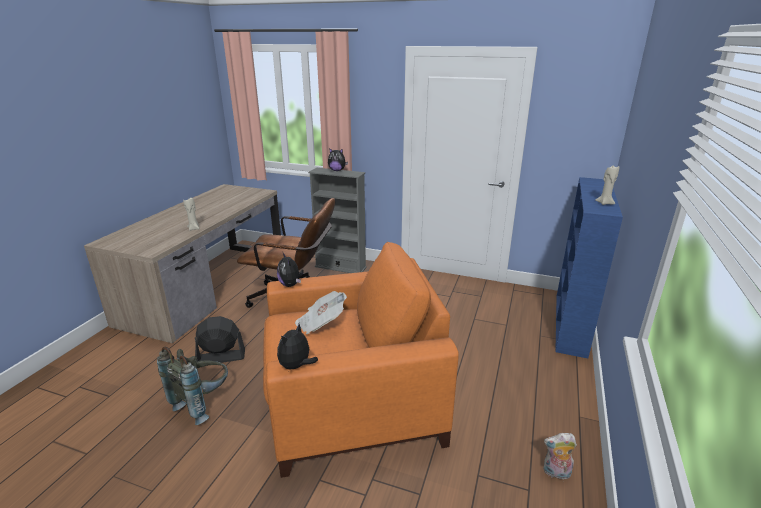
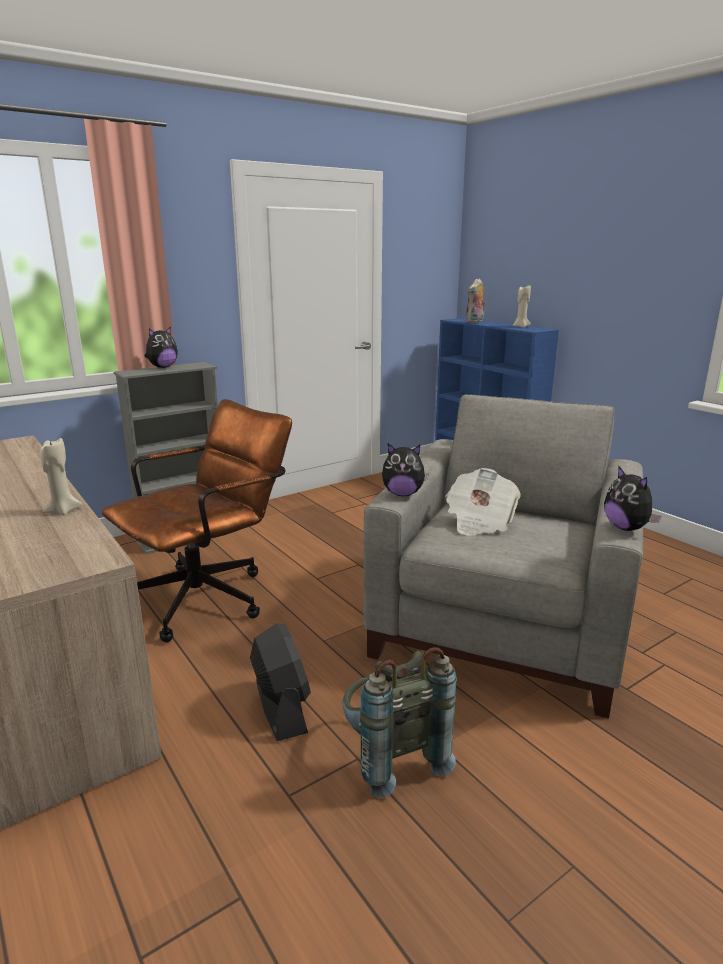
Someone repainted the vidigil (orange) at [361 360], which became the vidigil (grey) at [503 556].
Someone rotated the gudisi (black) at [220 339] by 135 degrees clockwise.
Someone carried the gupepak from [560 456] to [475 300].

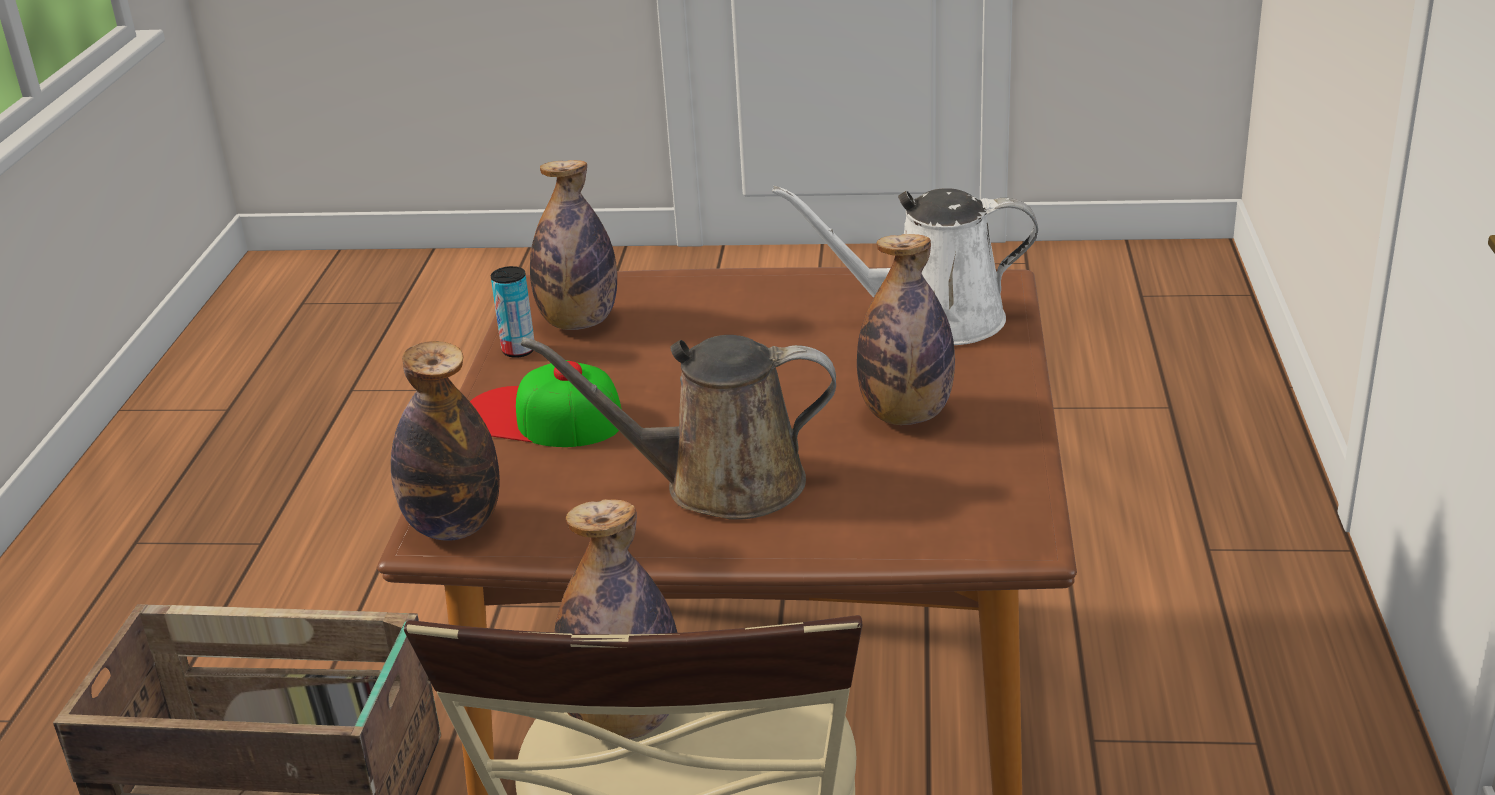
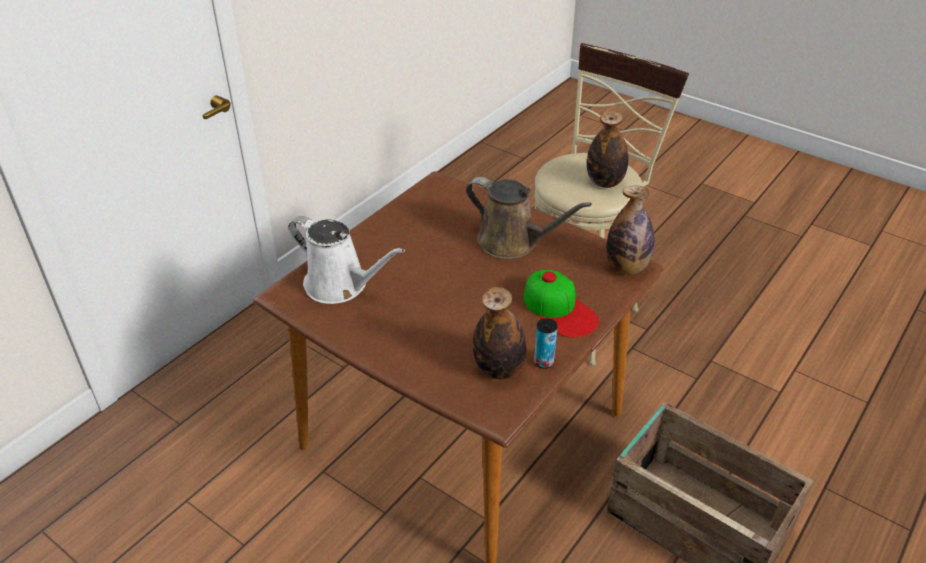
Someone took away the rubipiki at [906 329].

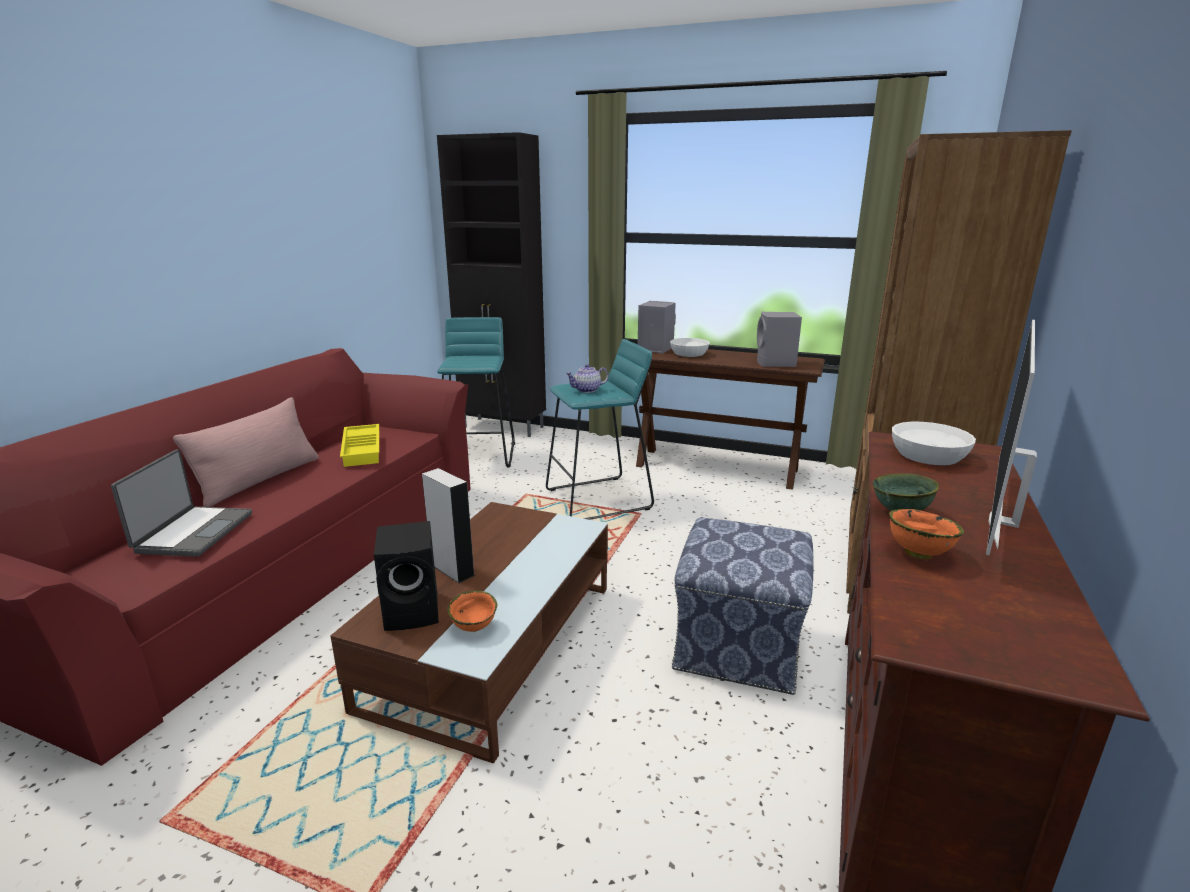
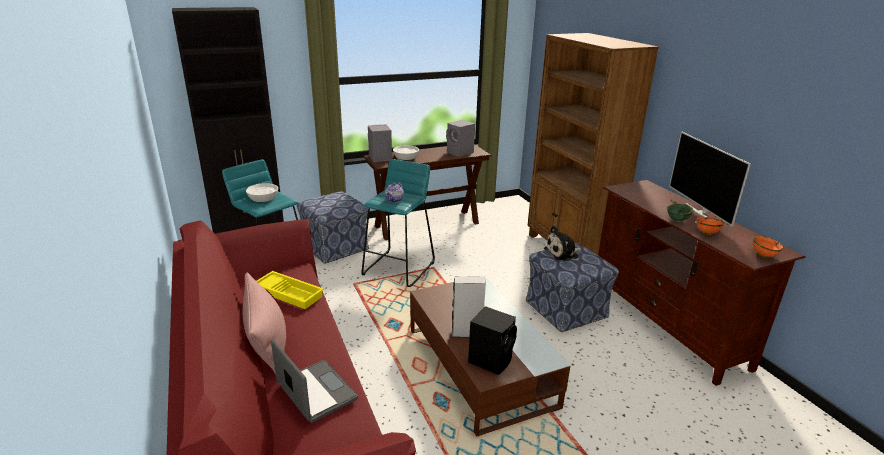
Someone carried the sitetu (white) from [934 443] to [262 192].
Someone carried the sitetu (orange) from [472 611] to [768 247].
Someone put down the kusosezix at [333 227].
Someone put down the gupepak at [563 243].

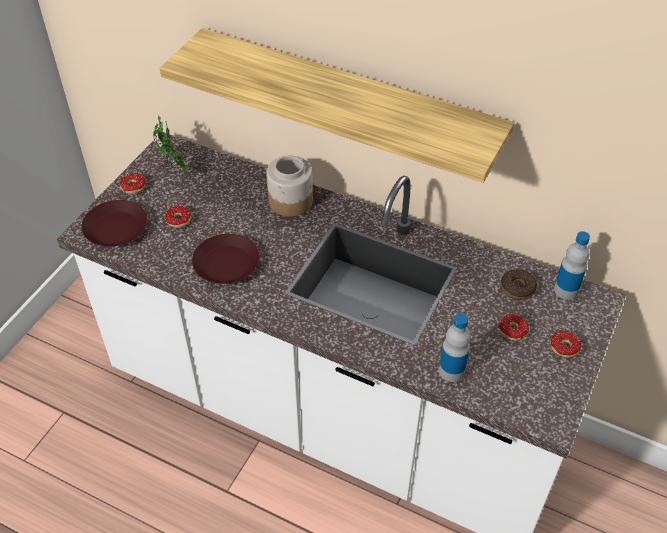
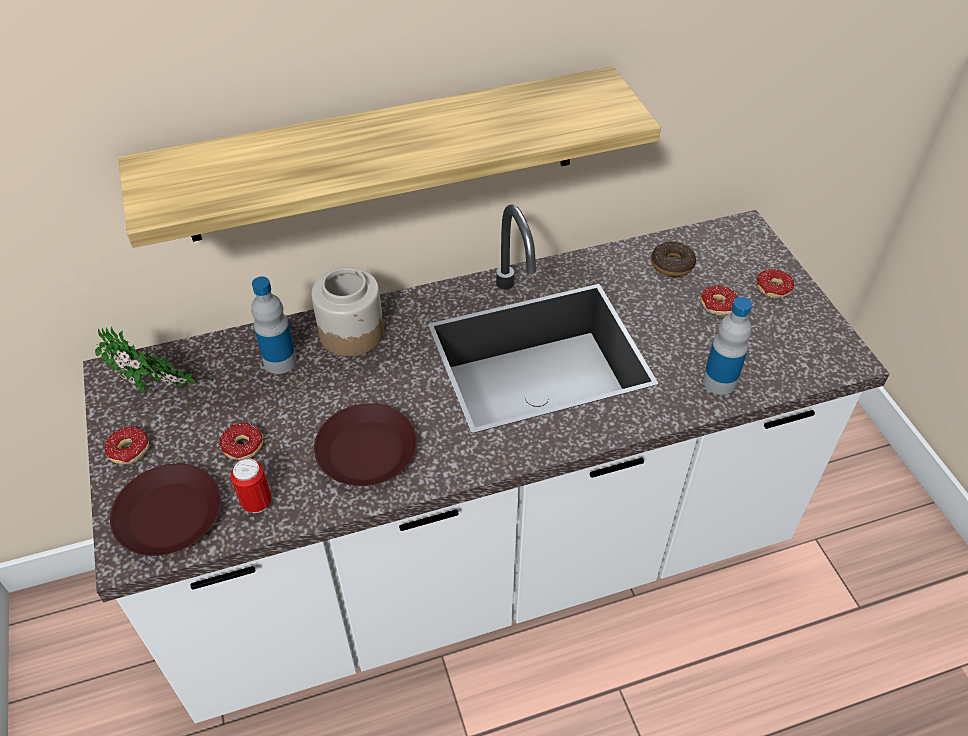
Someone carried the rubipiki from [572 265] to [274 325].
Someone put down the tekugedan at [251 485].

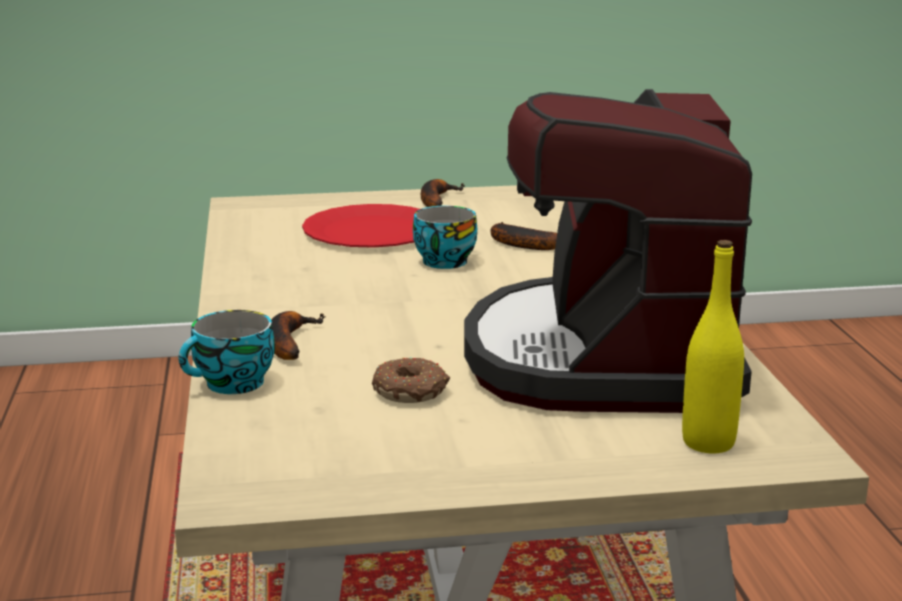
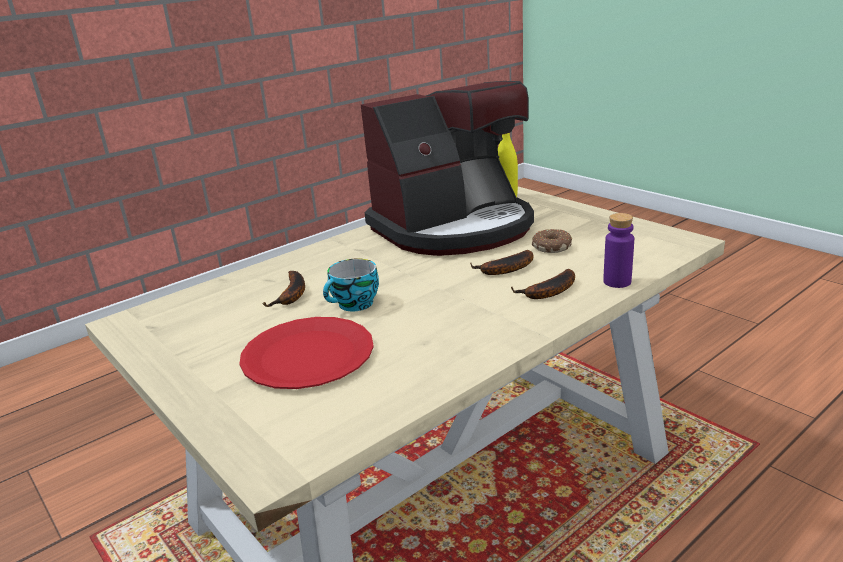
Someone carried the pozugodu from [443 193] to [502 262].
Someone swapped the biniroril at [226 352] for the rubipiki (purple) at [618 250].

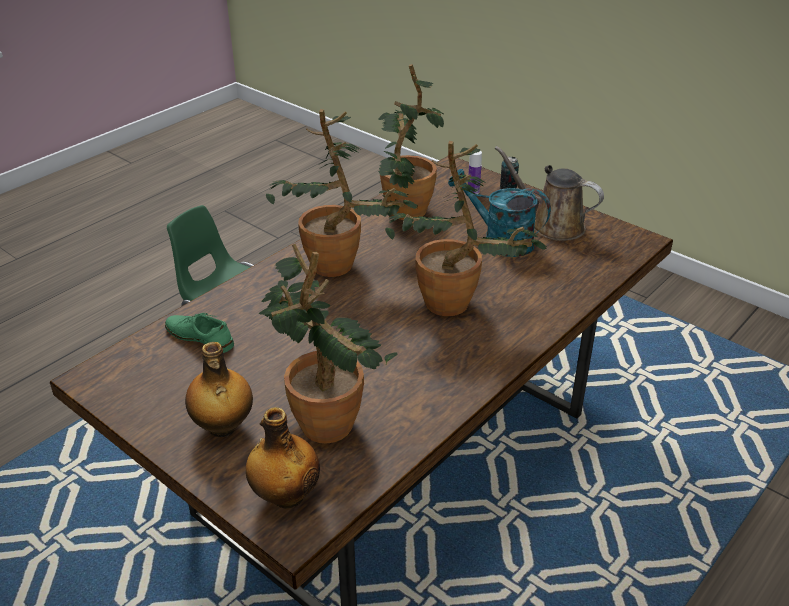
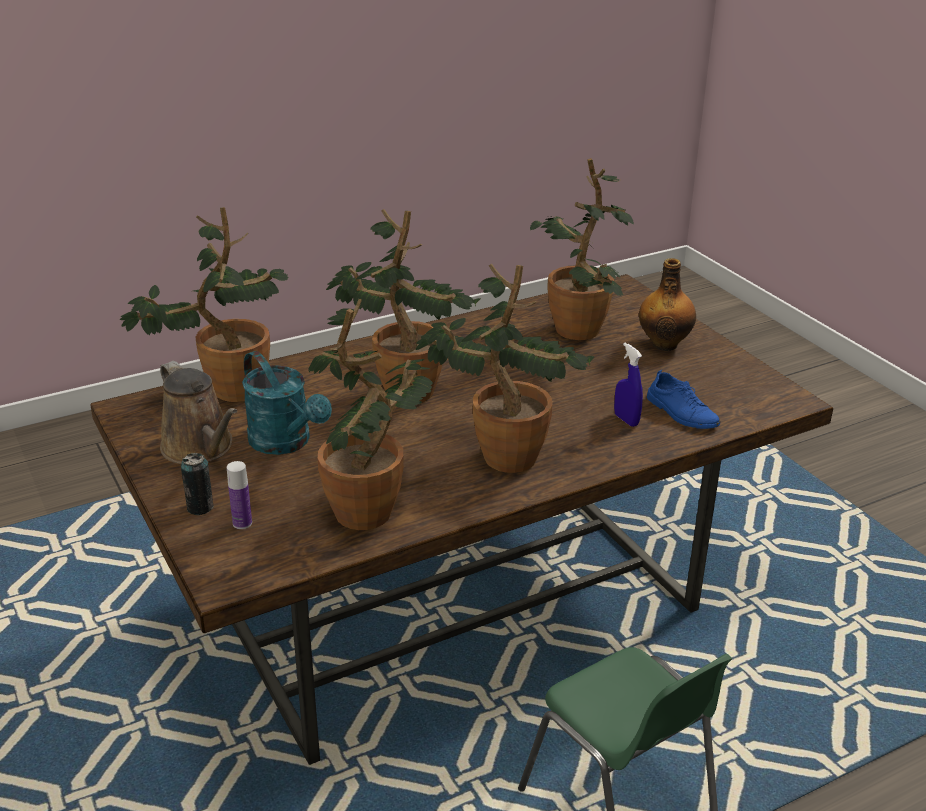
Someone repainted the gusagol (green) at [199 333], which became the gusagol (blue) at [683 399].
Someone took away the rubipiki at [283 458].
Someone put down the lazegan at [204 304].
Someone put down the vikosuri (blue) at [628 385].

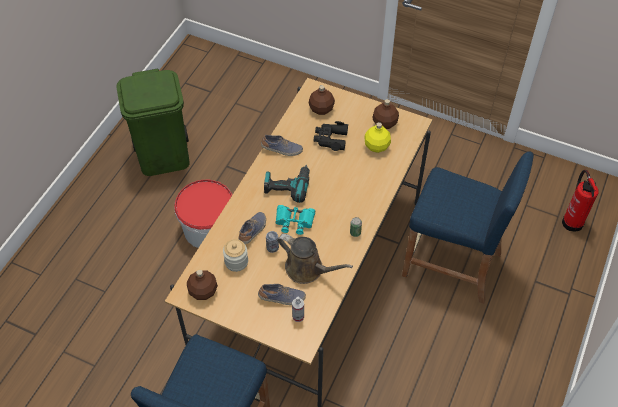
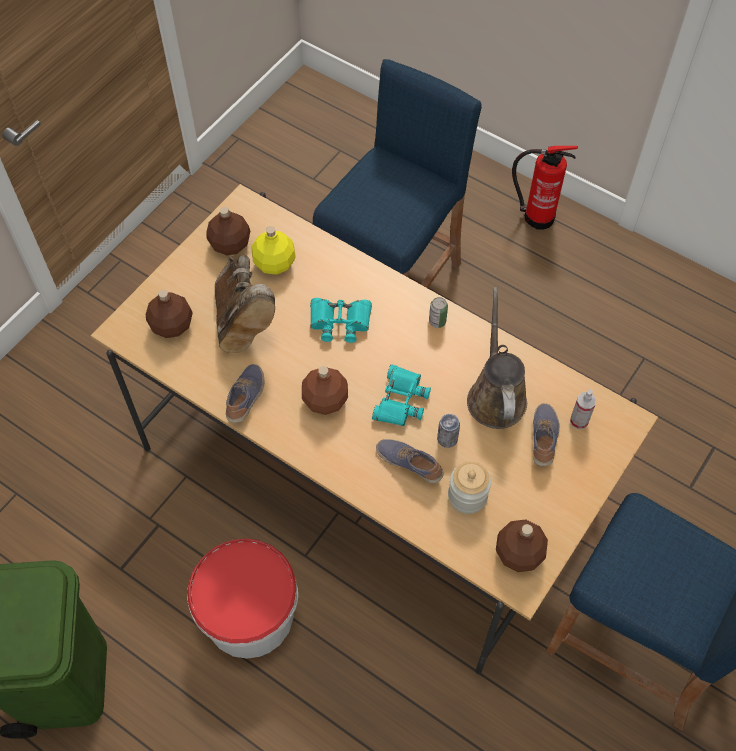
Someone swapped the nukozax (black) at [331 136] for the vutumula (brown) at [245 304].
Someone swapped the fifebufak at [287 184] for the rubipiki (brown) at [325 390].
Someone carried the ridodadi from [580 201] to [545 188].
Someone rotated the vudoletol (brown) at [315 259] by 45 degrees counterclockwise.
Someone put down the nukozax (turquoise) at [341 320].

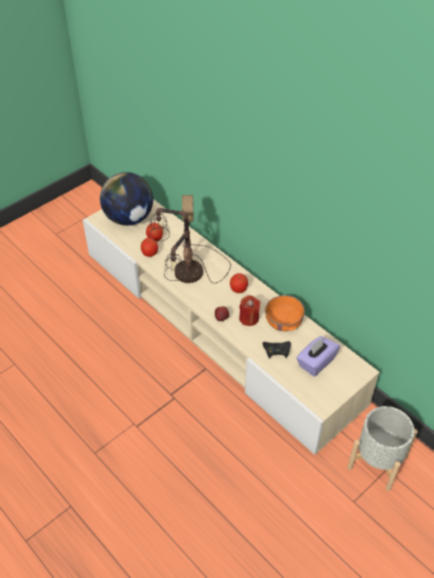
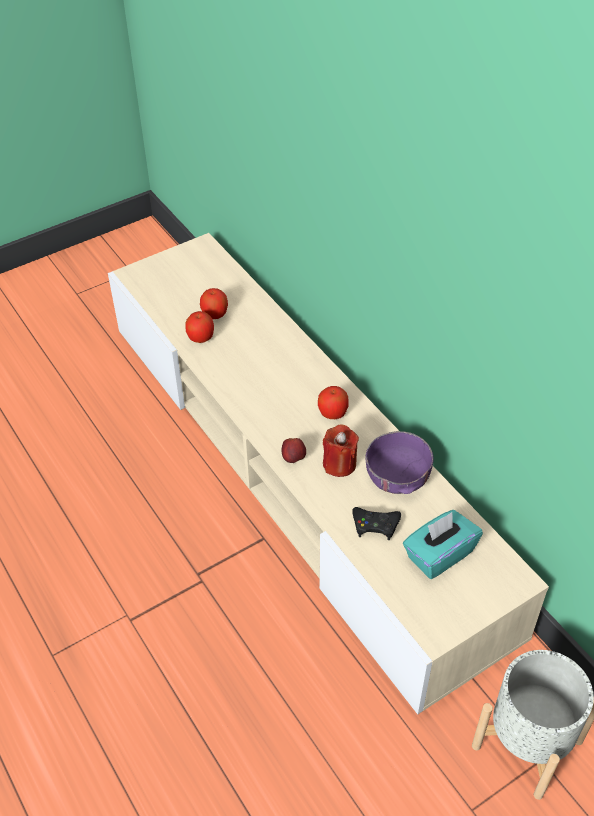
Someone took away the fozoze at [126 199].
Someone took away the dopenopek at [190 239].
Someone repainted the sitetu (orange) at [285 313], which became the sitetu (purple) at [399 462].
Someone repainted the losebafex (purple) at [318 356], which became the losebafex (turquoise) at [443 544].

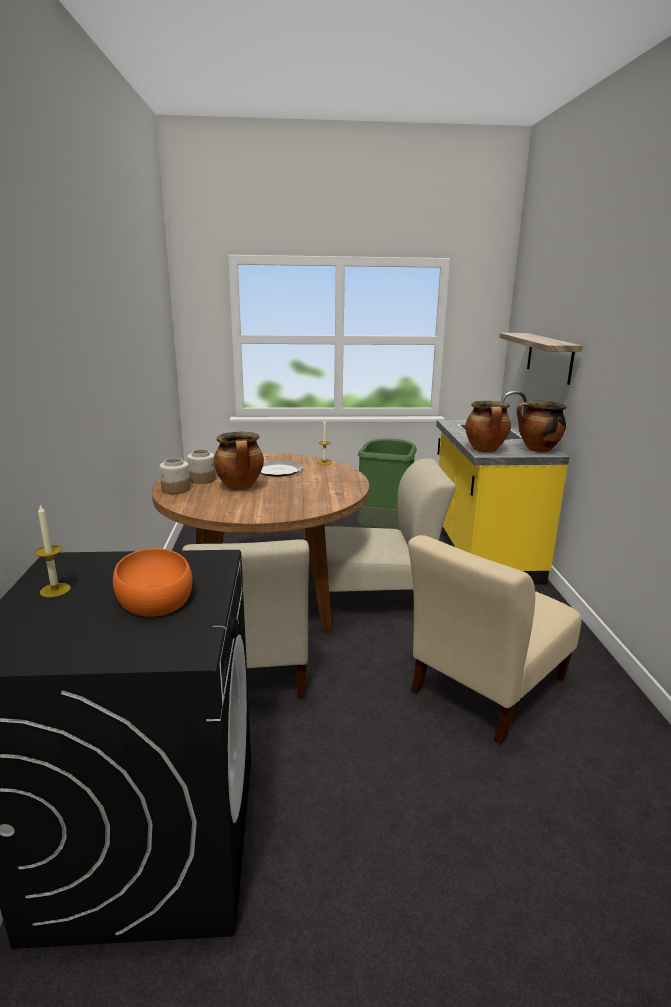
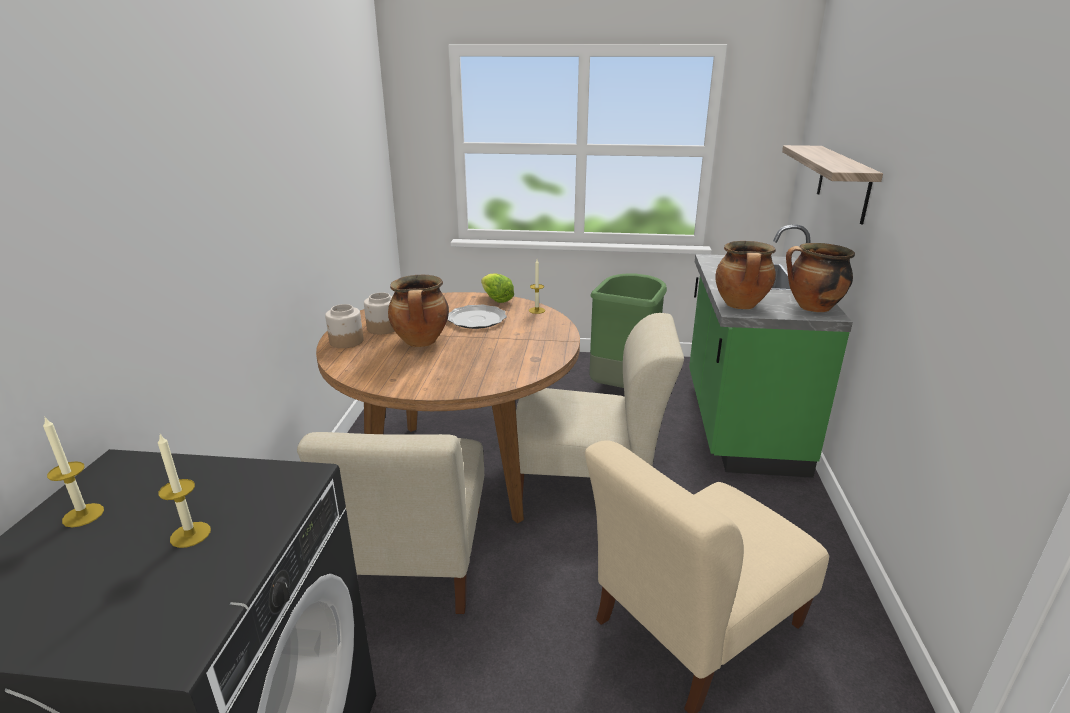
Someone repainted the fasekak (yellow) at [502 488], which became the fasekak (green) at [771 351].
Someone swapped the sitetu (orange) at [152 582] for the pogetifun at [184 491].
Someone put down the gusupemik at [497 288].

